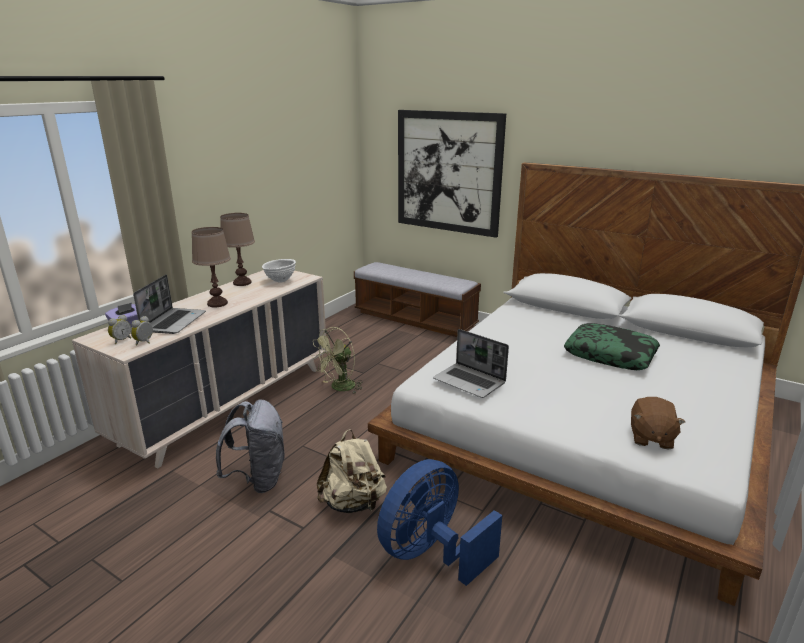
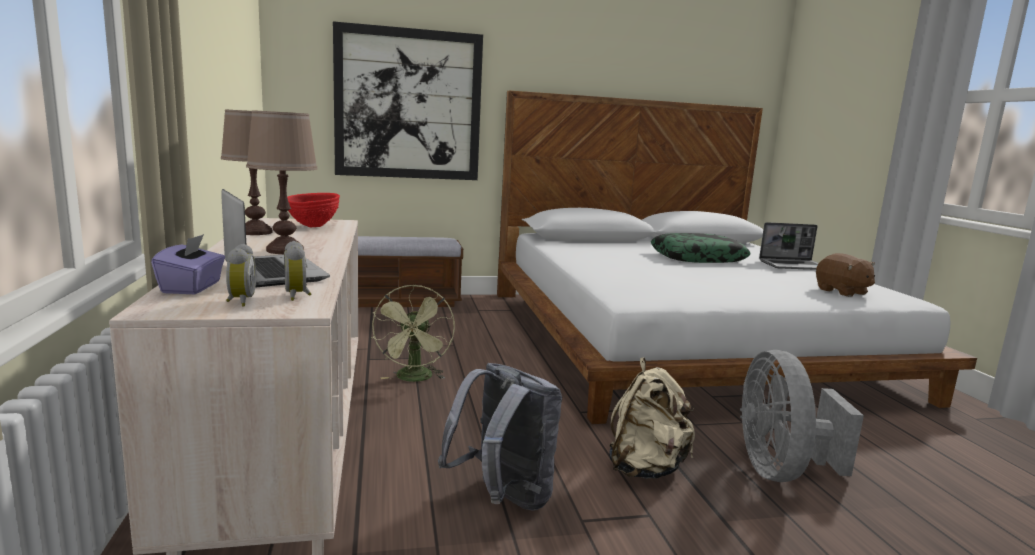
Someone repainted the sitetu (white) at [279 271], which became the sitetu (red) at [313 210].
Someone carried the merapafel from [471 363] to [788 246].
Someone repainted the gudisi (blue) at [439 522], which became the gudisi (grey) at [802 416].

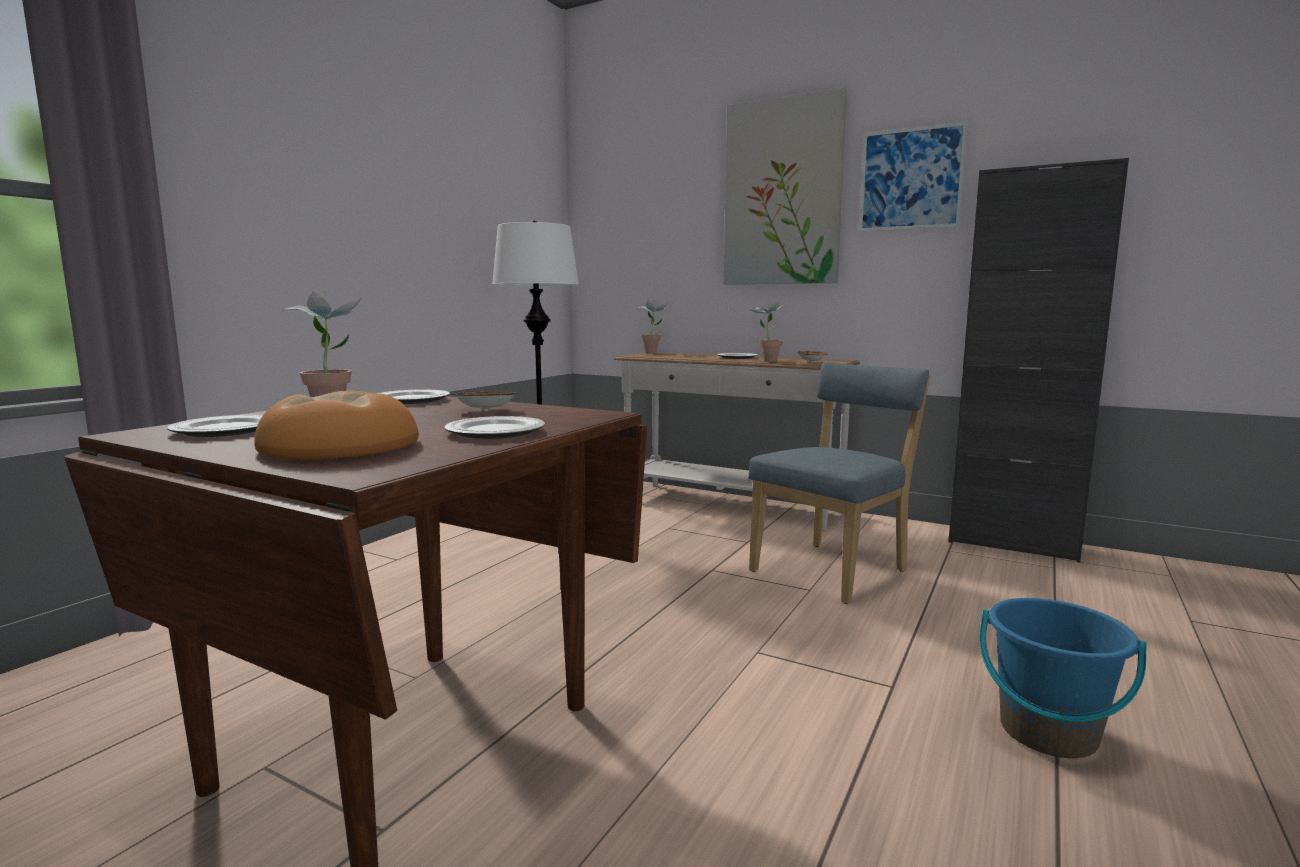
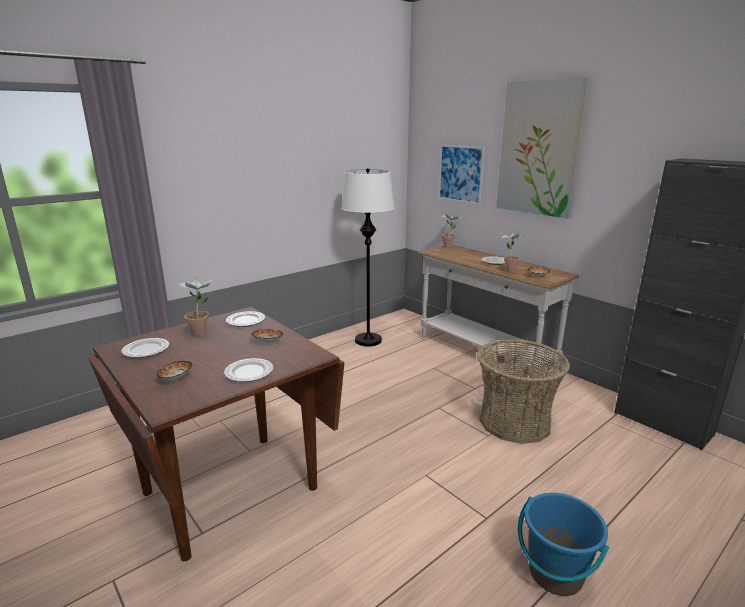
Someone carried the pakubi from [913 176] to [461 175].
Someone swapped the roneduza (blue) at [839 483] for the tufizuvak at [523 391].
Someone swapped the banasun at [336 425] for the sitetu at [174 371].

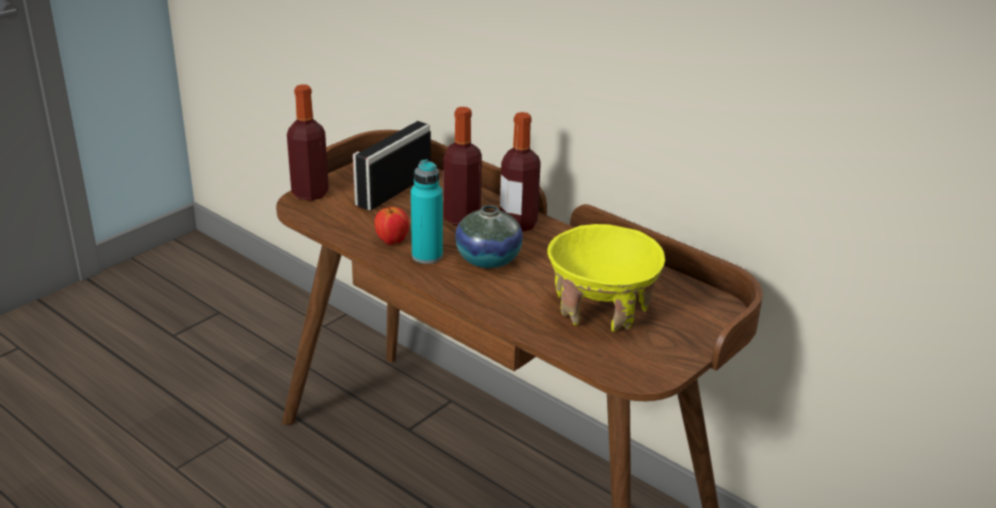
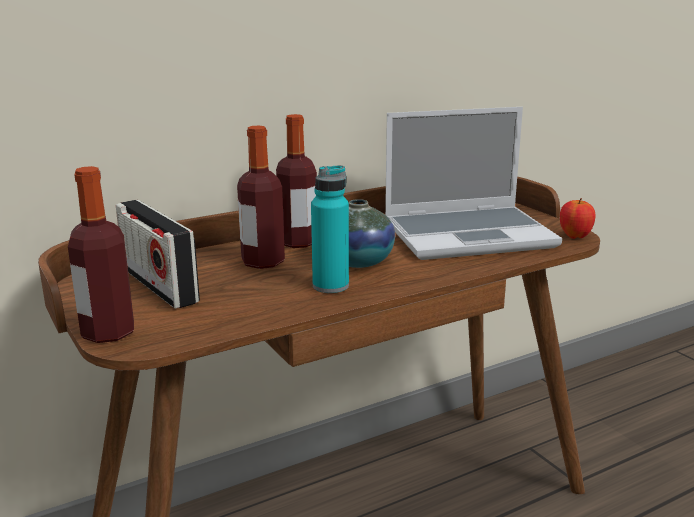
Someone carried the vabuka from [391 226] to [577 218].
Someone swapped the sitetu (yellow) at [606 278] for the merapafel at [473 183].

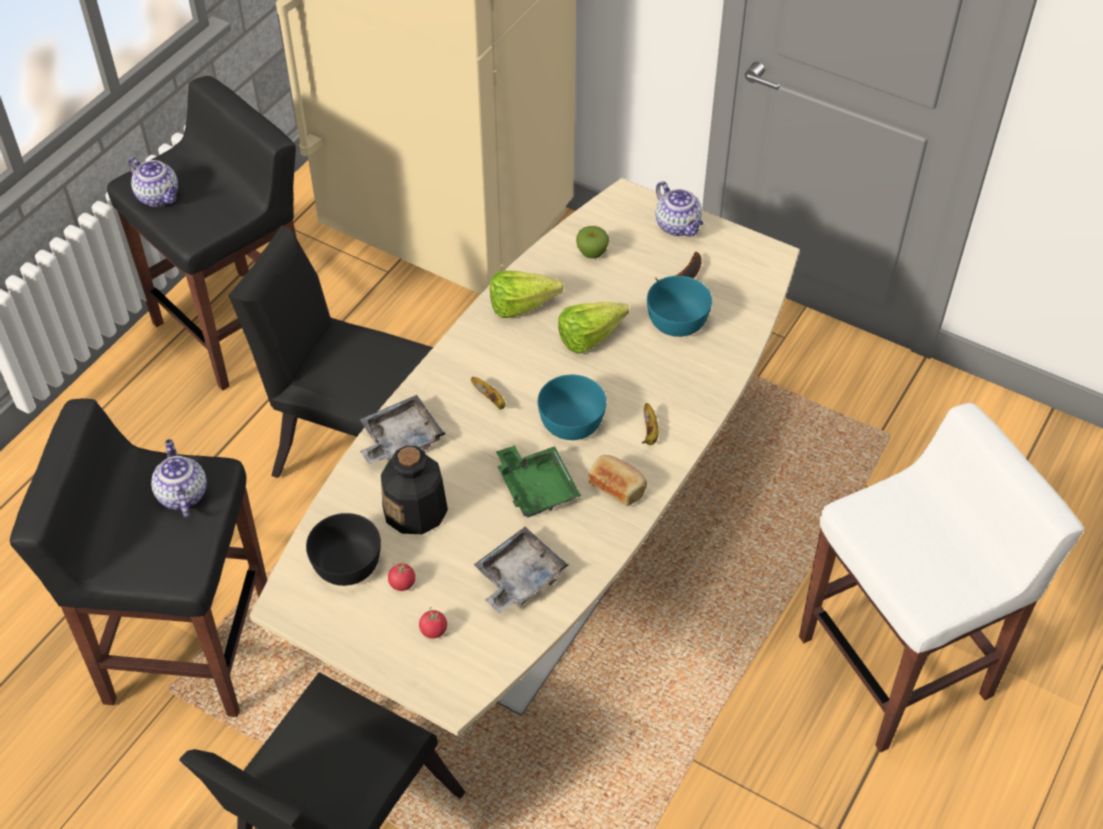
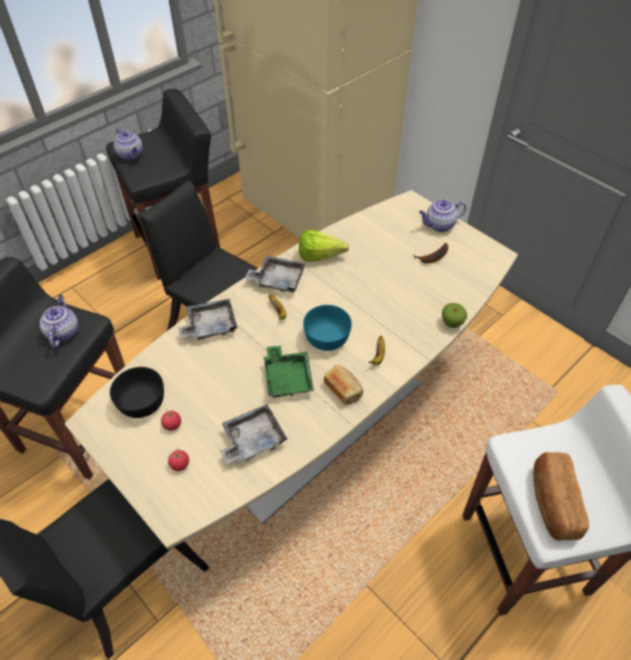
Someone rotated the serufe at [679 209] by 90 degrees clockwise.
Someone carried the vabuka from [592 242] to [454 315].
Someone took away the sitetu (turquoise) at [679 306].
Someone took away the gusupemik at [593 328].
Someone took away the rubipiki at [414 490].
Someone put down the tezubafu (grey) at [275 274].
Someone put down the banasun at [561 496].

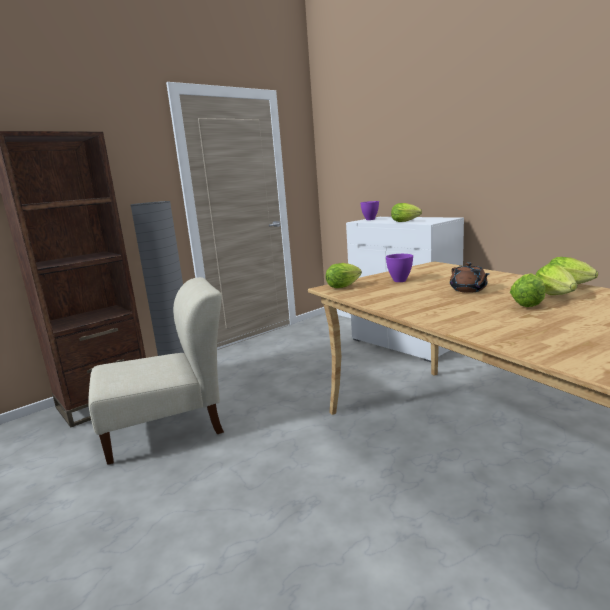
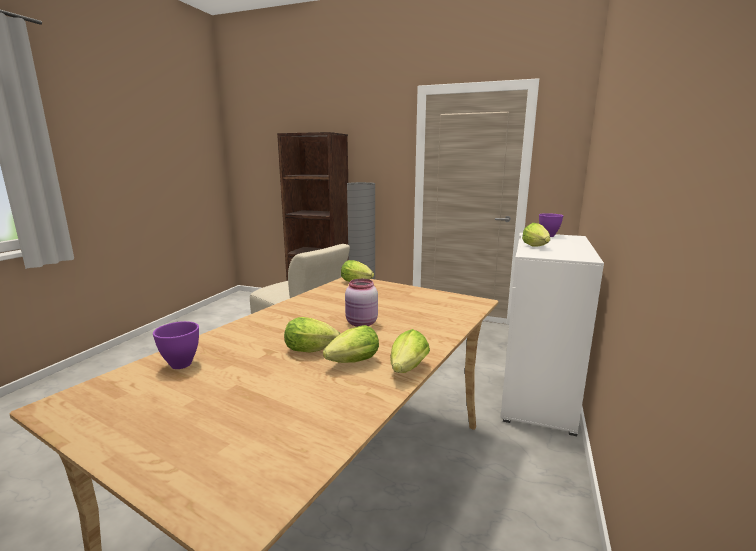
Someone carried the sitetu (purple) from [399 268] to [176 345].
Someone swapped the serufe (brown) at [469 277] for the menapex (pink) at [361 303].

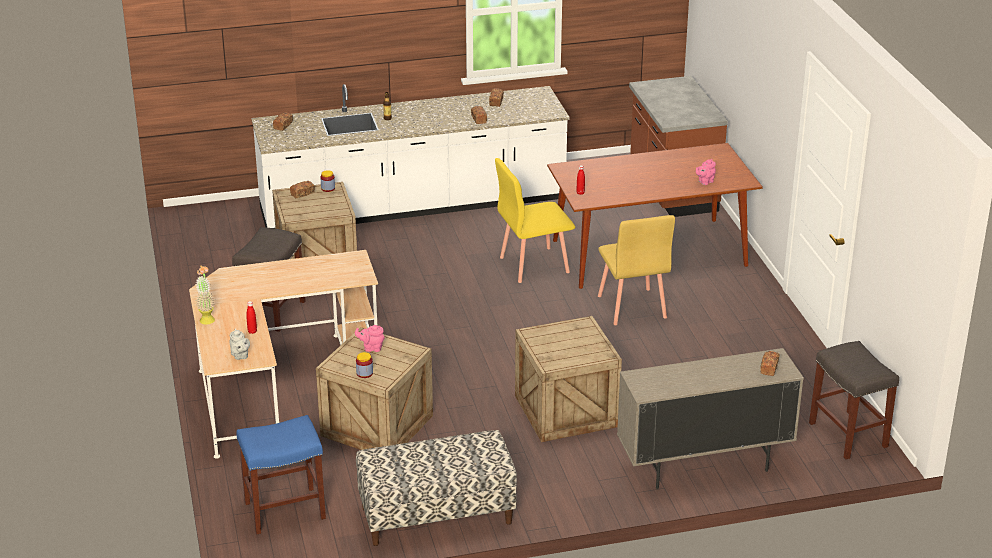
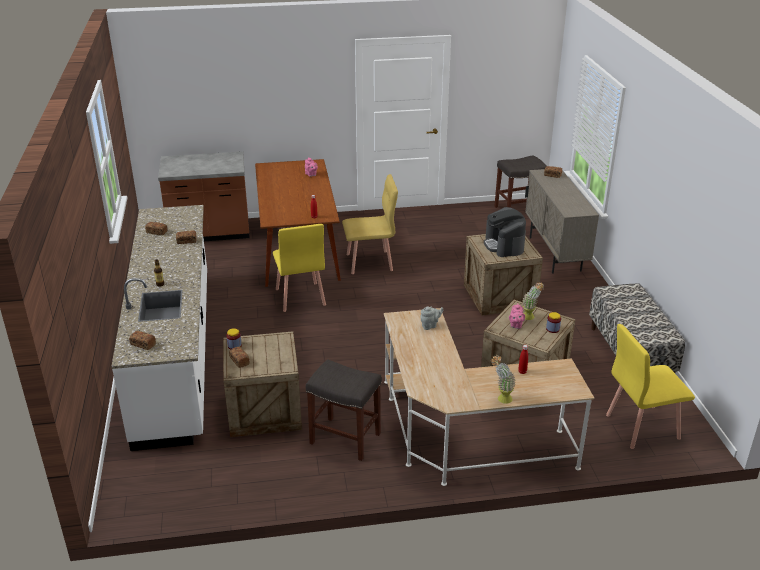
Someone carried the serufe (grey) from [240 344] to [431 318].
Someone swapped the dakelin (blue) at [281 474] for the roneduza (yellow) at [650 386].
Someone put down the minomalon at [505 232].
Someone put down the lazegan at [533 301].

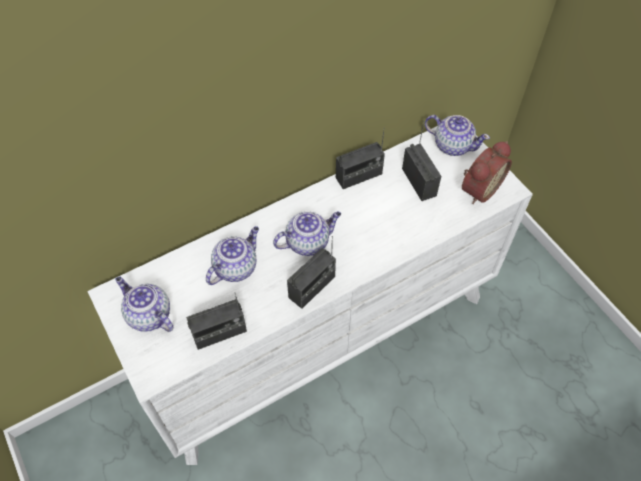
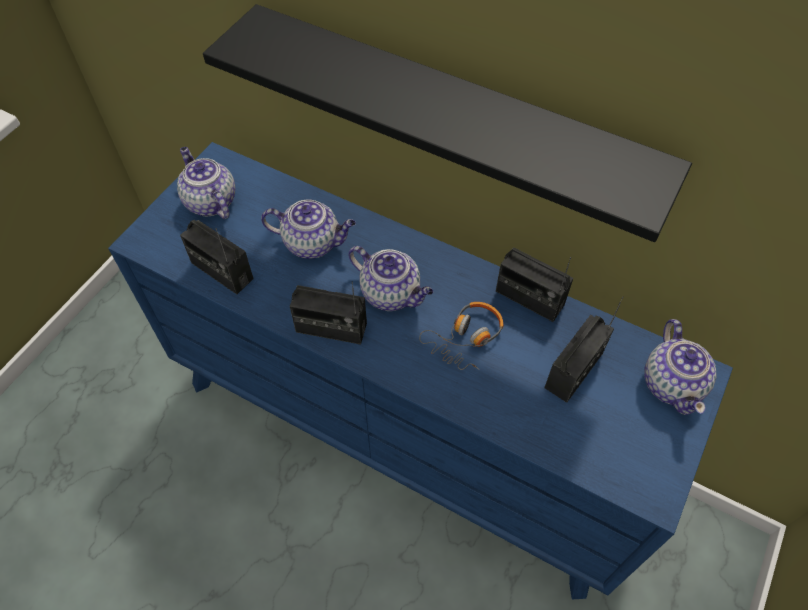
Someone repainted the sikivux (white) at [310 295], which became the sikivux (blue) at [420 370].
Someone took away the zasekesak at [487 172].
Someone rotated the serufe at [144 304] by 45 degrees counterclockwise.
Someone put up the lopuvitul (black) at [447 123].
Someone put down the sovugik at [461 336].

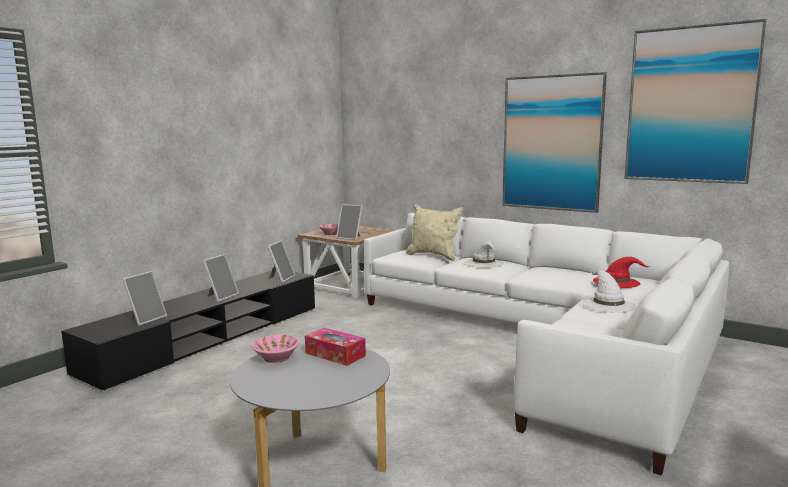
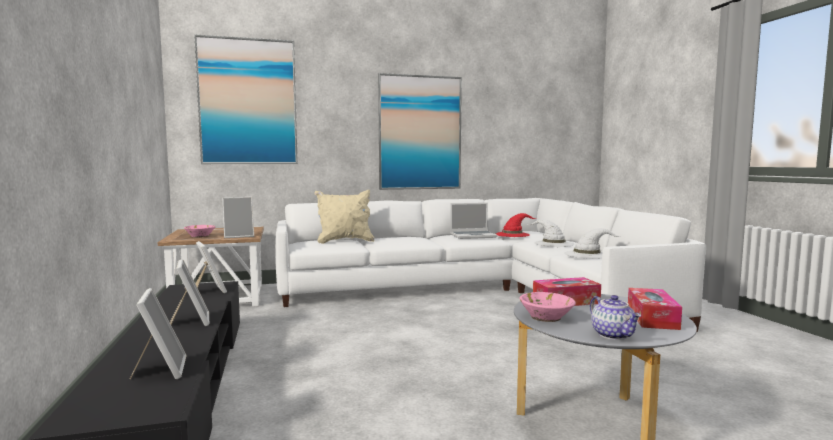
Someone carried the pakubi from [695 101] to [246 99].
Someone carried the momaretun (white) from [484 254] to [592 243].
Someone put down the merapafel at [474 221].
Someone put down the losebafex at [655 309].
Someone put down the serufe at [615 317].

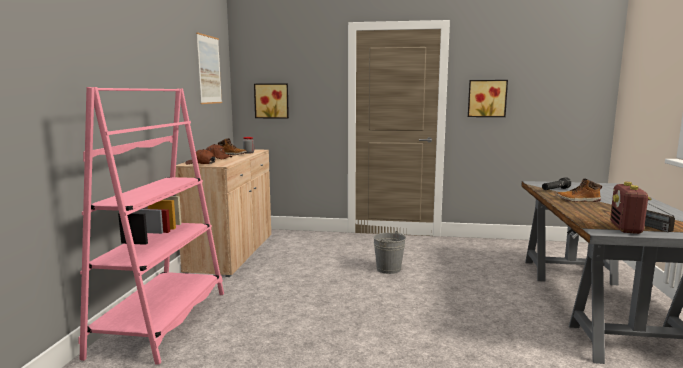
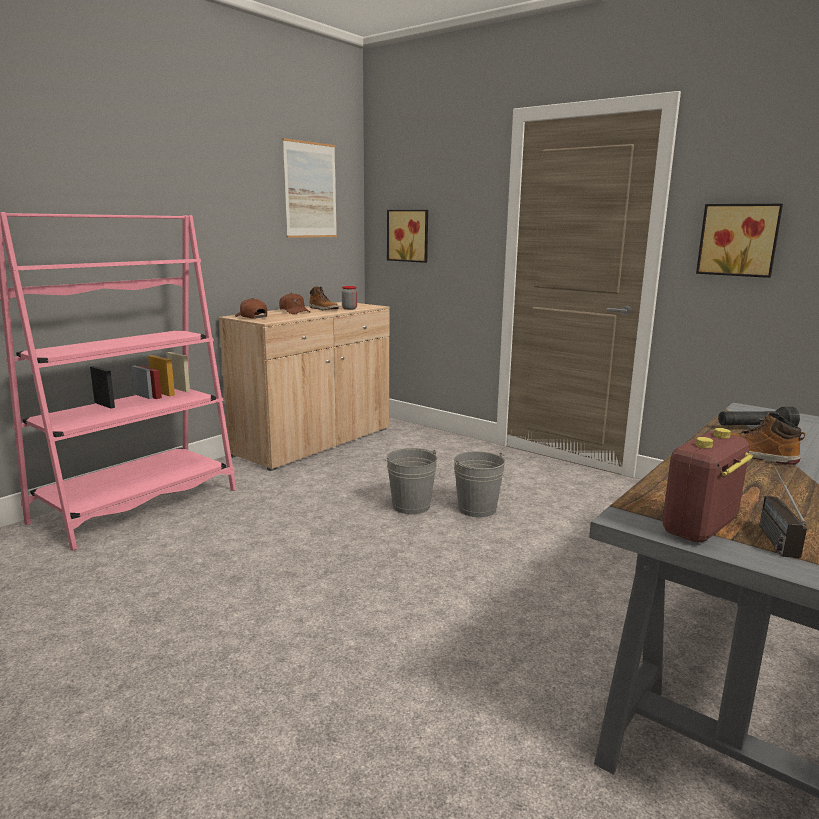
Someone put down the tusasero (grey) at [410 481].

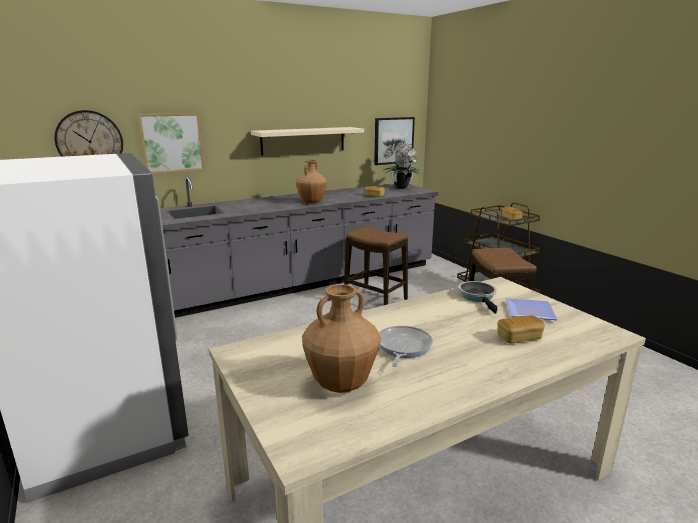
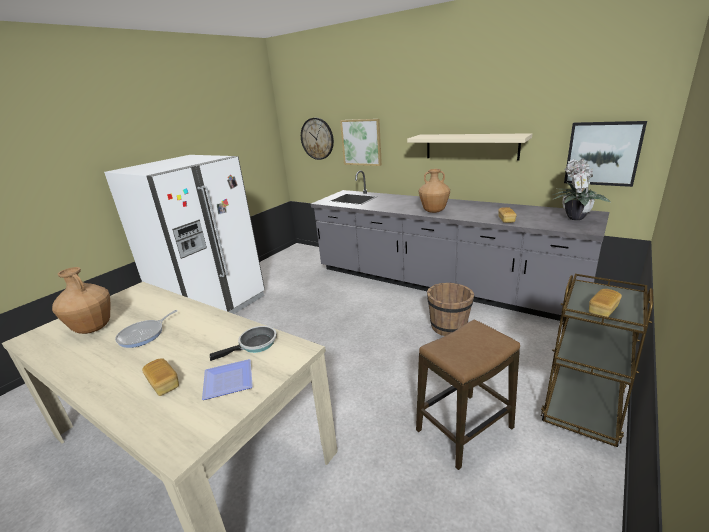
Someone swapped the dakelin at [376 265] for the tusasero (brown) at [450 309].
Someone rotated the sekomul at [406 346] by 135 degrees clockwise.

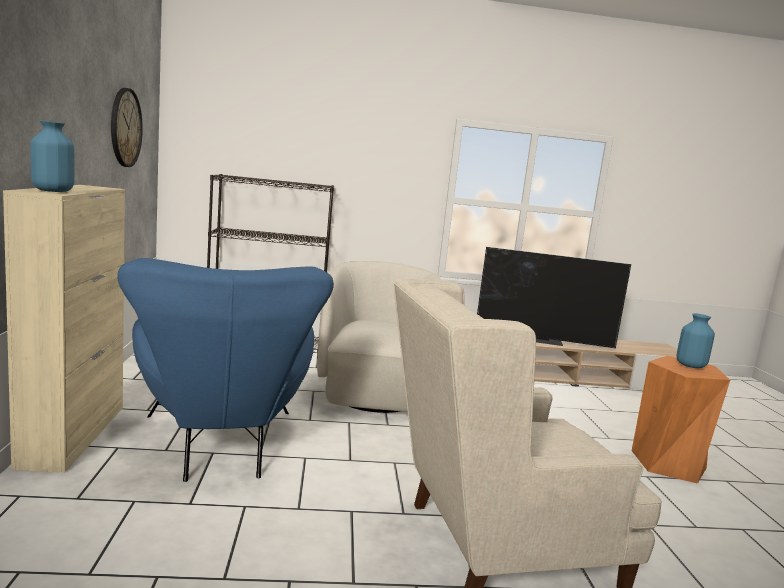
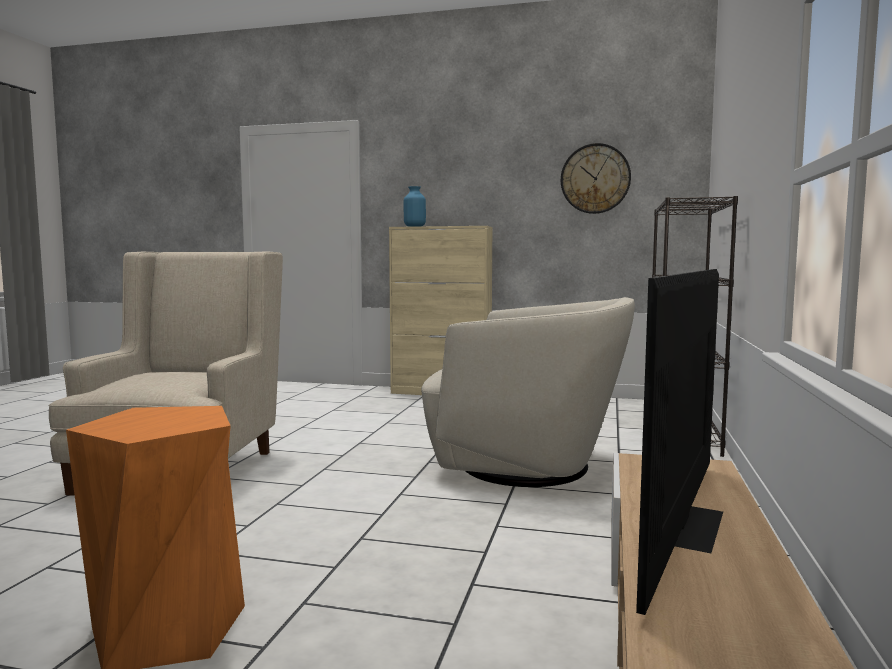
Someone took away the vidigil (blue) at [225 370].
Someone took away the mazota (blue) at [695 341].

